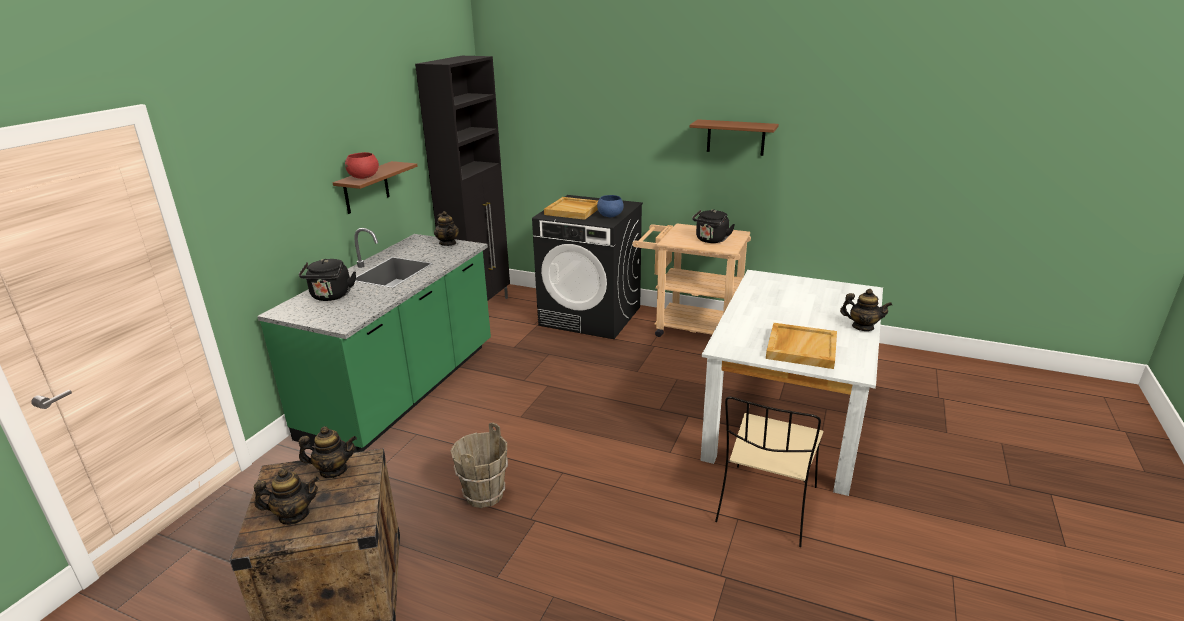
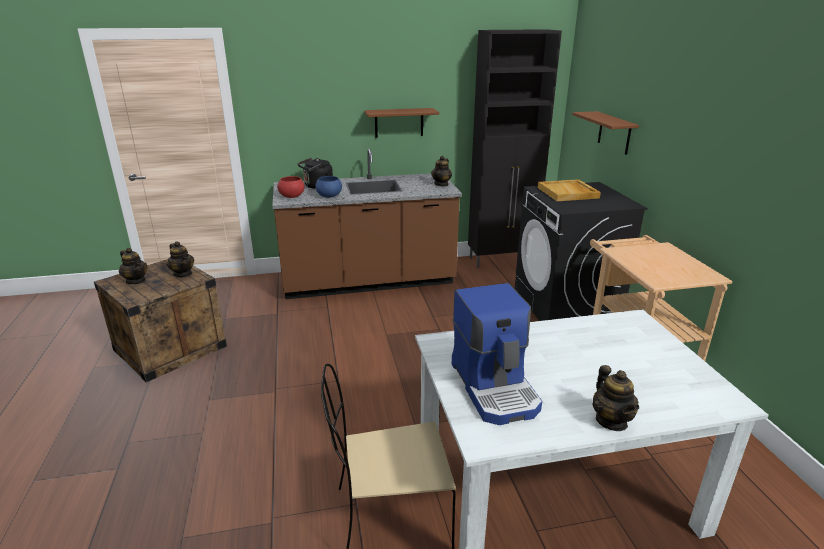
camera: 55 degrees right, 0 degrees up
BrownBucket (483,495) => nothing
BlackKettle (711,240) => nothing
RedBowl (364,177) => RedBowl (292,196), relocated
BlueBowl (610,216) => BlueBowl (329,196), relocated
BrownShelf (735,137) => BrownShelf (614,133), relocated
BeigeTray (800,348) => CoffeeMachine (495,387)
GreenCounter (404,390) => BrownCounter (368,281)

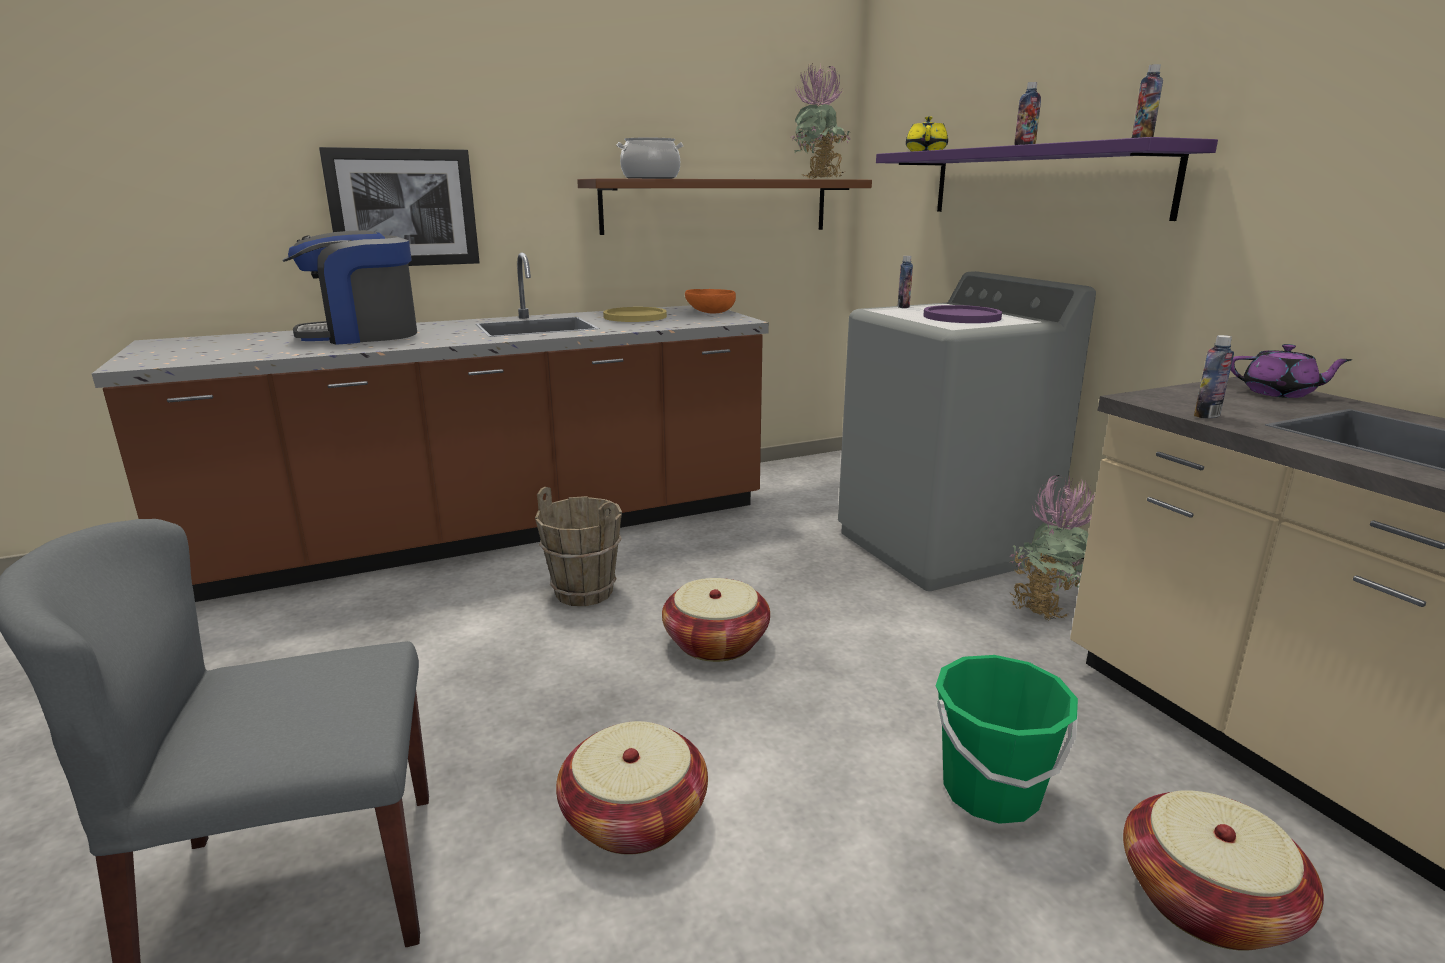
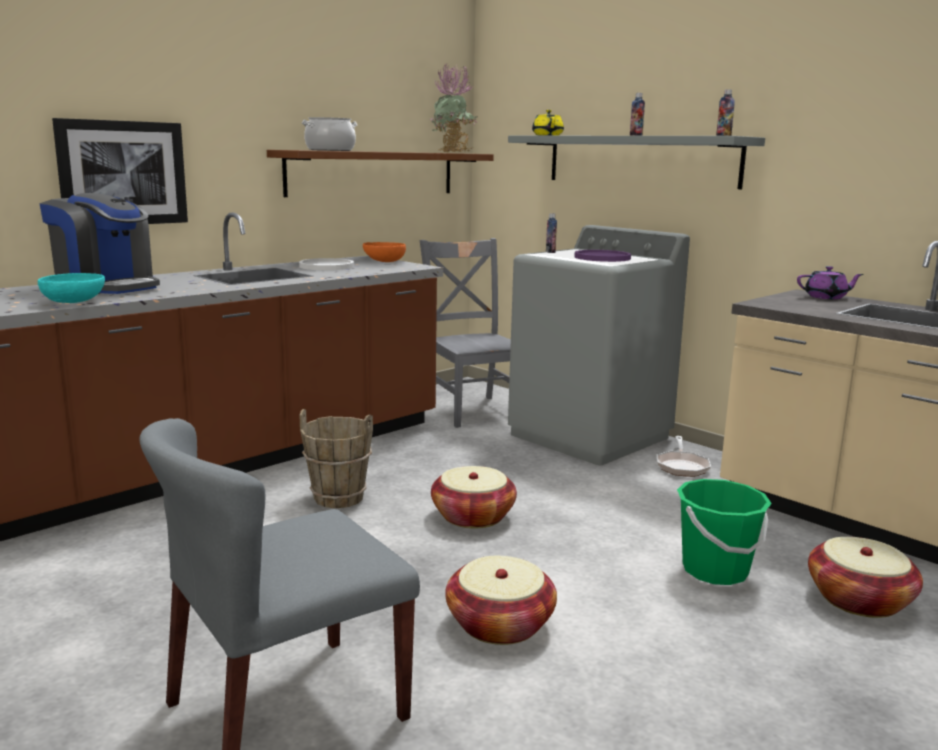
camera: 20 degrees left, 5 degrees down
Bottle (1206,415) => nothing
nothing => TurquoiseBowl (74,303)
nothing => GreyChair (472,410)
PottedPlant (1043,608) => FryingPan (682,466)
YellowPlate (635,317) => WhitePlate (326,266)
PurpleShelf (1042,182) => GreyShelf (640,160)
CoffeeMachine (361,335) => CoffeeMachine (106,288), 105 degrees counterclockwise

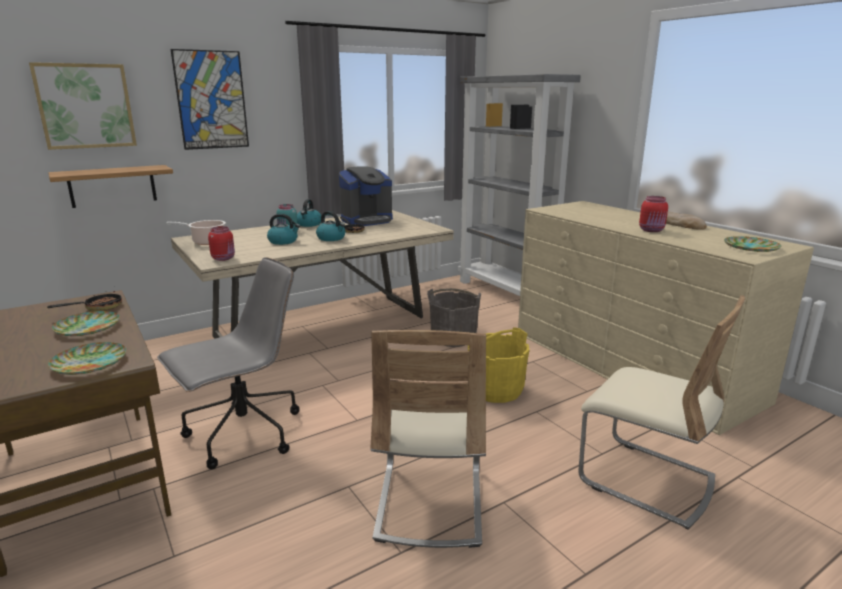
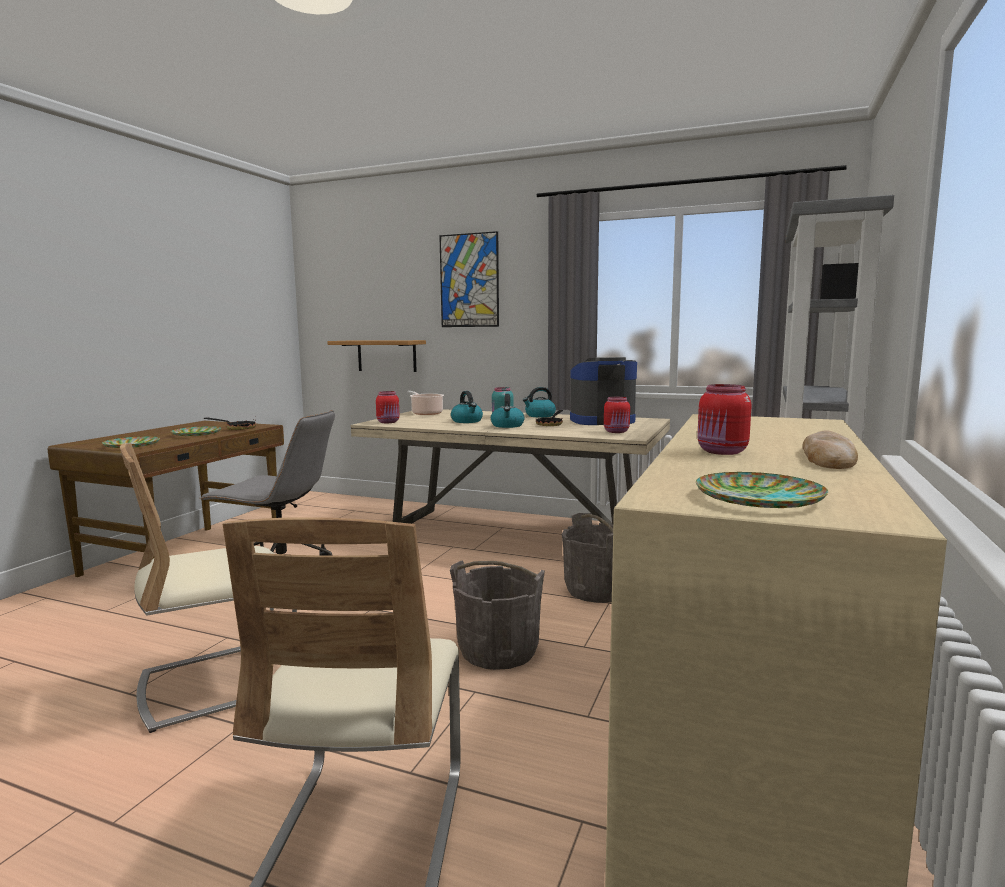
camera: 55 degrees right, 10 degrees down
Picture (85,106) => nothing
nothing => RedJar (617,432)
YellowBucket (495,390) => GreyBucket (498,650)
CoffeeMachine (367,220) => CoffeeMachine (601,421), 150 degrees clockwise

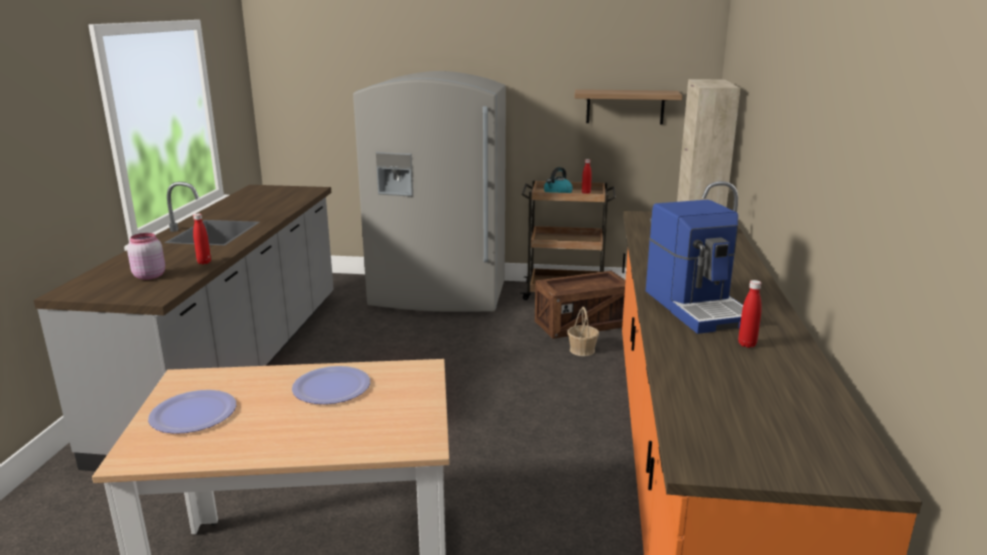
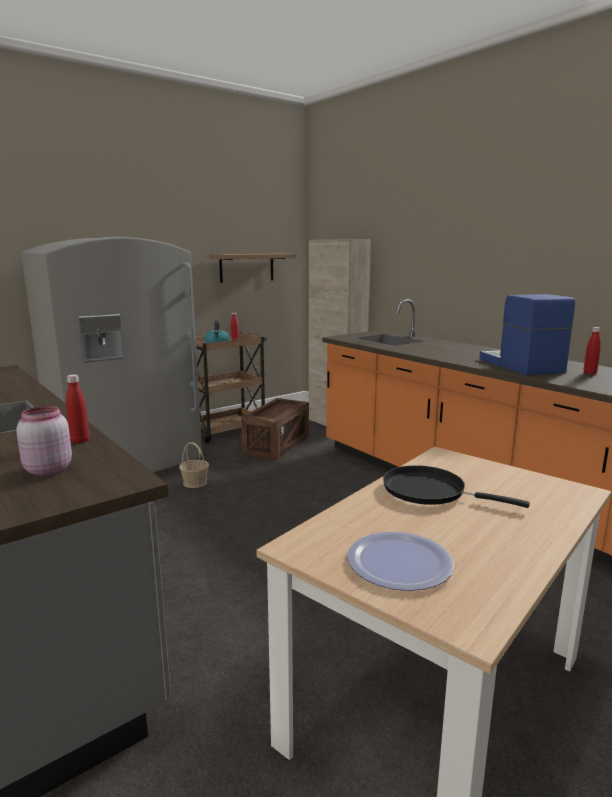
camera: 45 degrees left, 5 degrees down
Basket (582,350) => Basket (195,482), relocated
Plate (332,387) => BlackFryingPan (430,491)
CoffeeMachine (698,307) => CoffeeMachine (520,366), 135 degrees counterclockwise

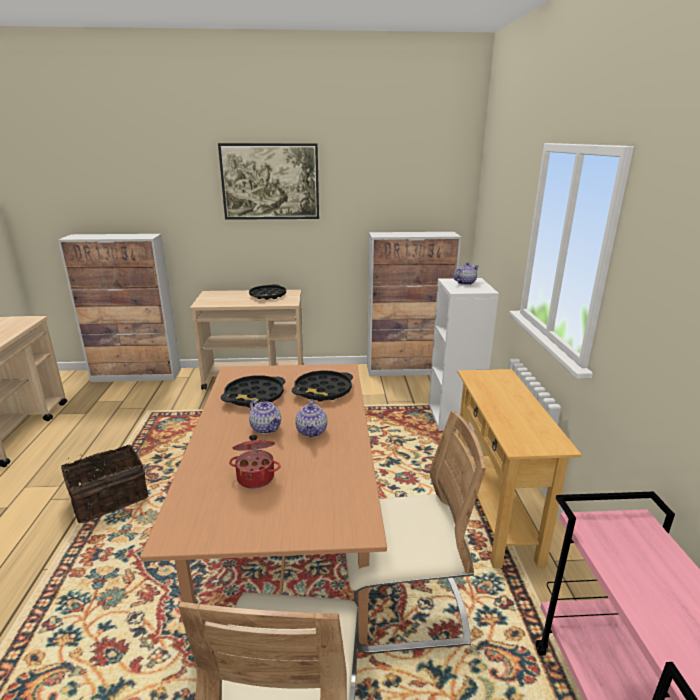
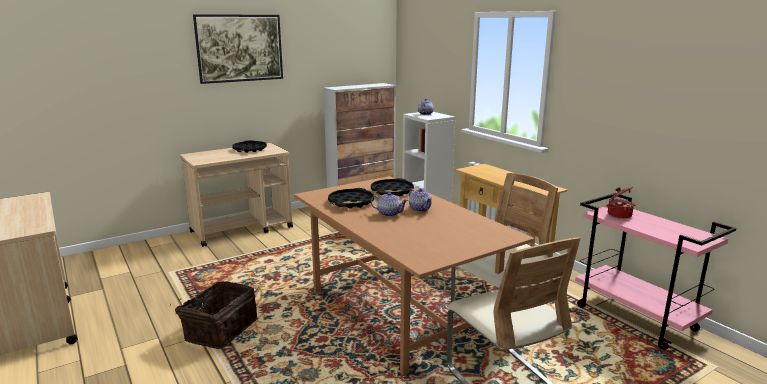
camera: 30 degrees left, 5 degrees down
Cabinet (137,375) => nothing
CookingPot (256,477) => CookingPot (618,214), relocated

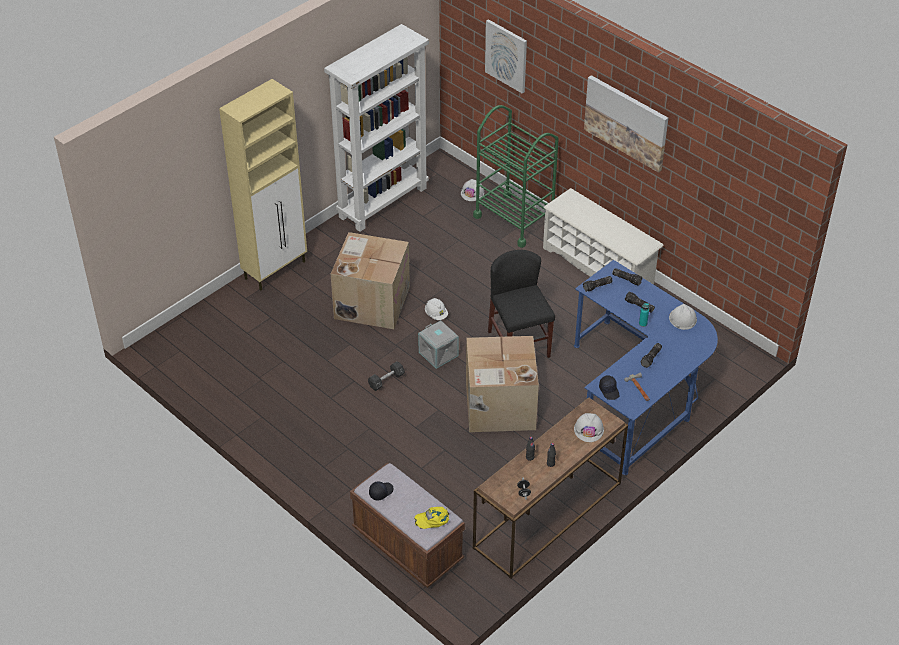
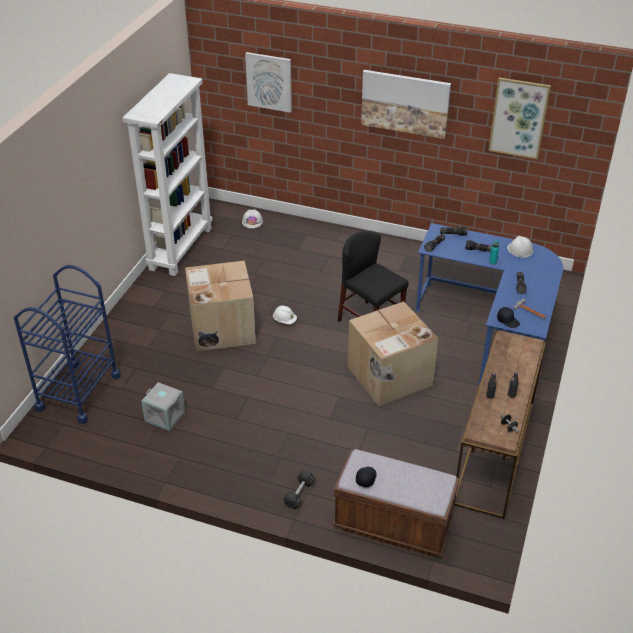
camera: 25 degrees left, 5 degrees down
BeigeCabinet (276,269) => nothing
YellowCap (432,519) => nothing
GreenCart (514,220) => nothing
WhiteShoeRack (599,266) => nothing
WhiteHardHat (589,429) => nothing
nothing => BlueCart (78,392)
nothing => Picture (518,118)
BlackDumbbell (386,380) => BlackDumbbell (299,494), relocated
GreyStorageBox (439,354) => GreyStorageBox (165,416), relocated

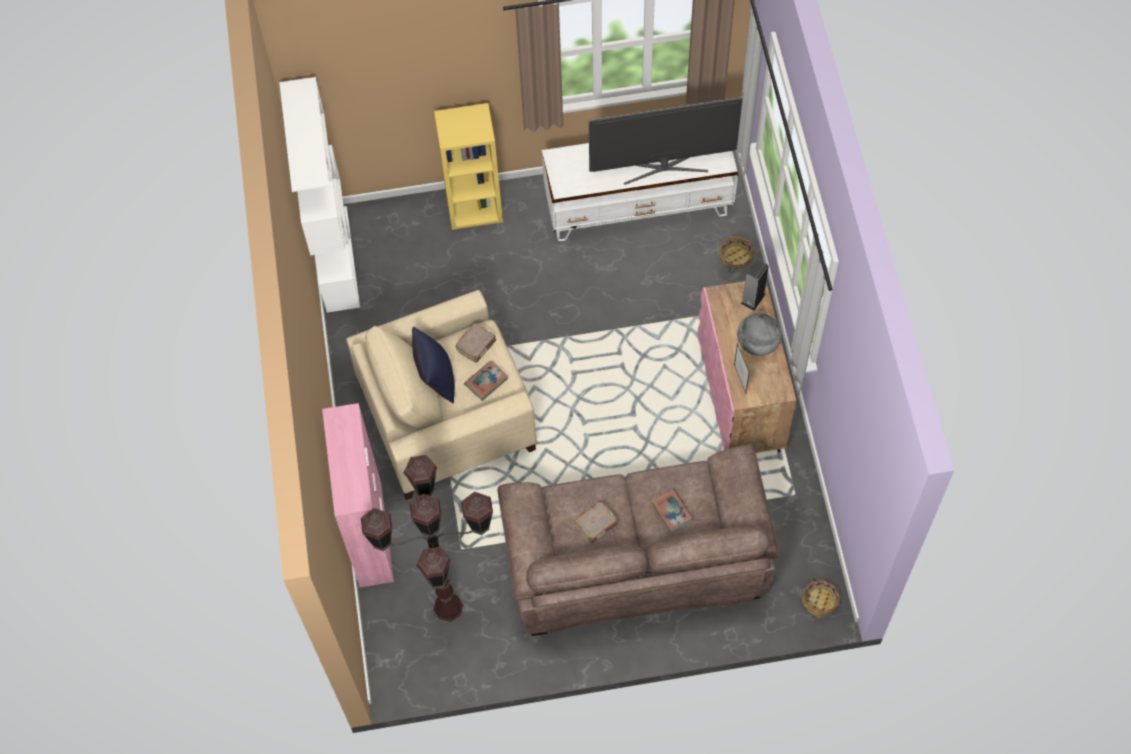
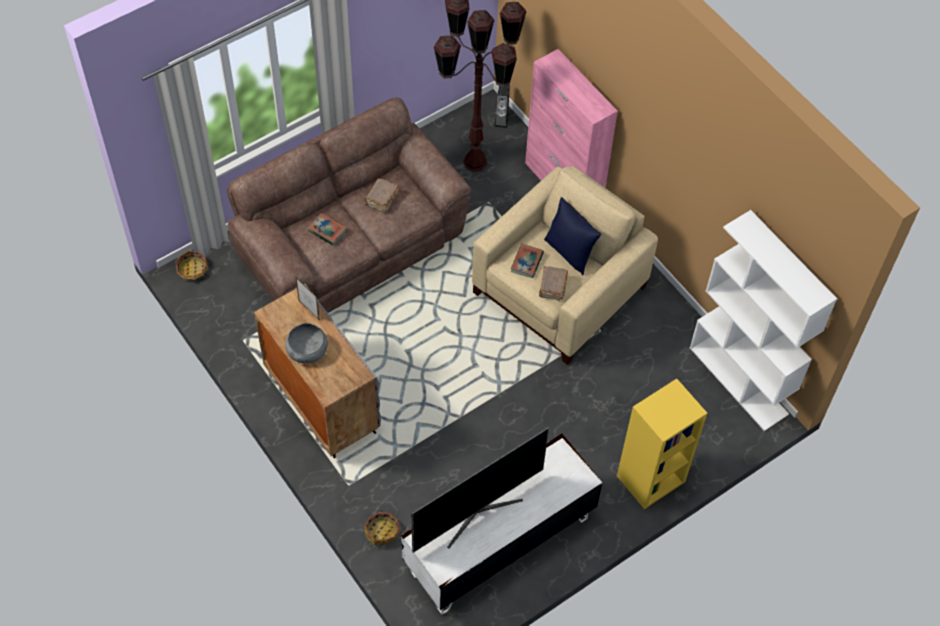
camera: 150 degrees right, 5 degrees down
Speaker (753,298) => Speaker (501,120), relocated
PinkCabinet (741,399) => GreyCabinet (321,400)

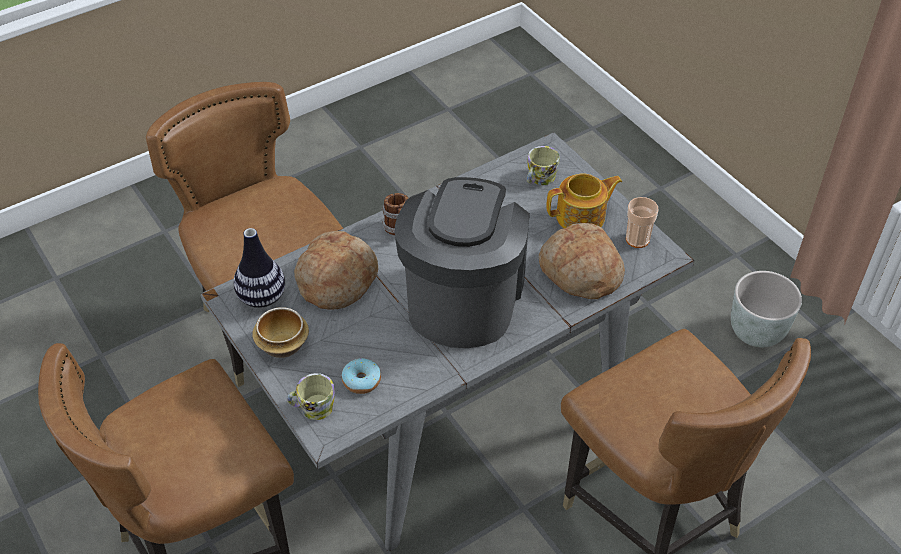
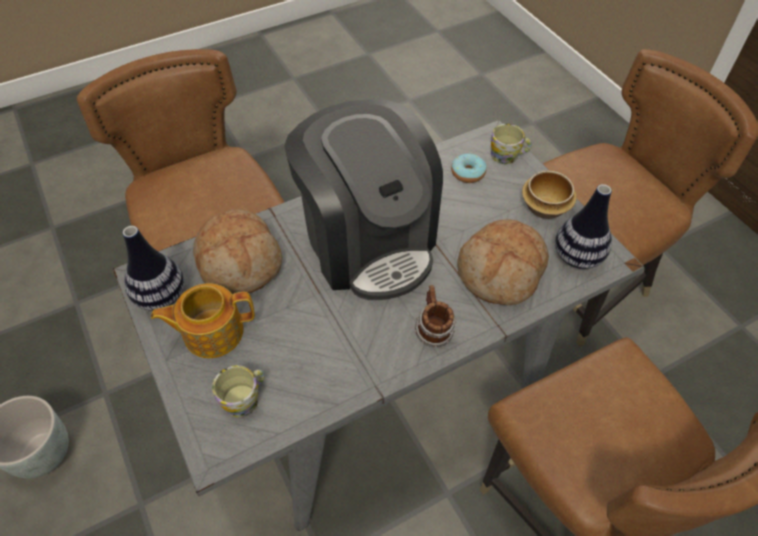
camera: 175 degrees left, 5 degrees up
Cup (637,239) => Vase (161,296)
CoffeeMachine (463,298) => CoffeeMachine (368,241), 45 degrees counterclockwise

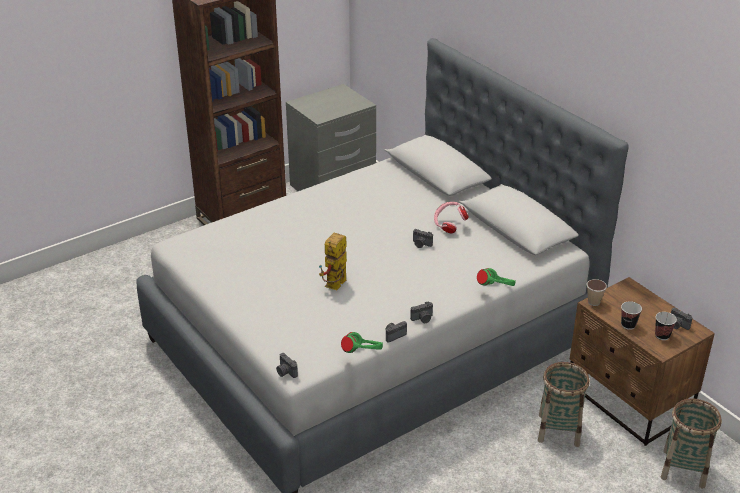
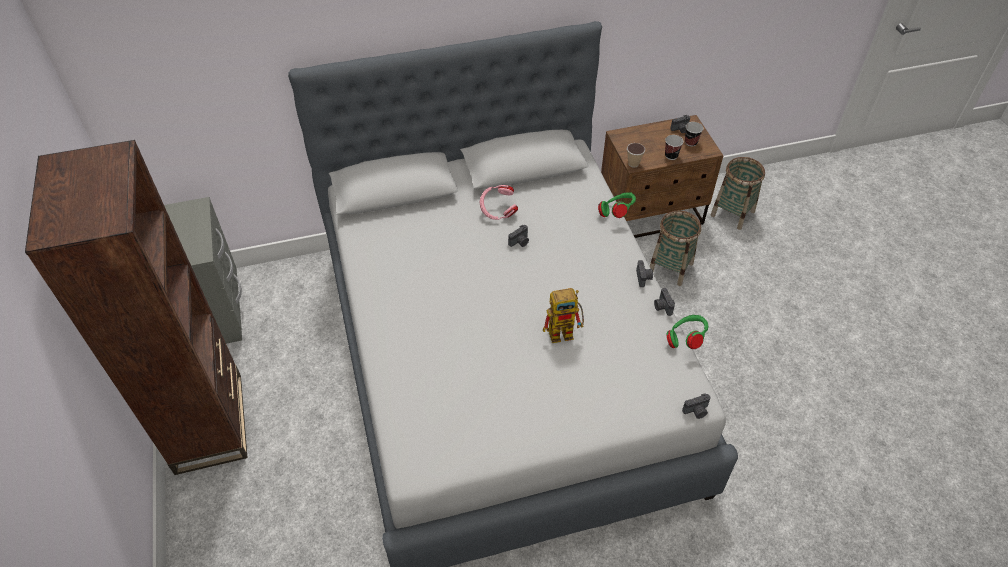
camera: 70 degrees left, 15 degrees up
ToyRobot (335,287) => ToyRobot (565,331), 60 degrees counterclockwise

